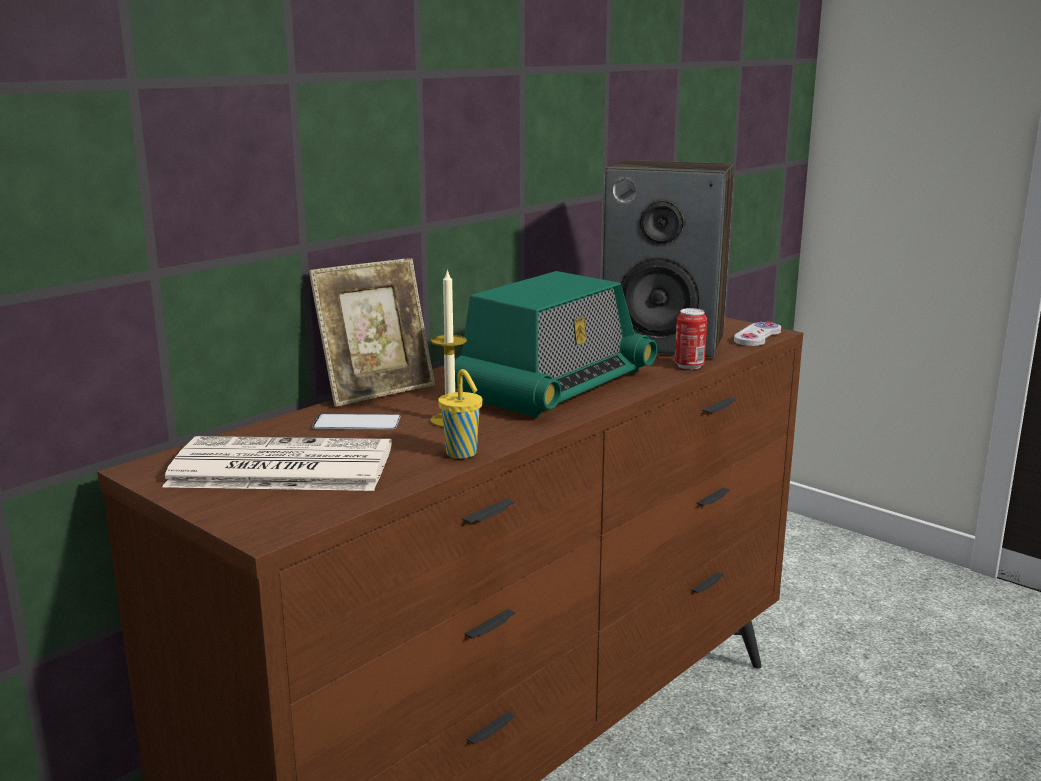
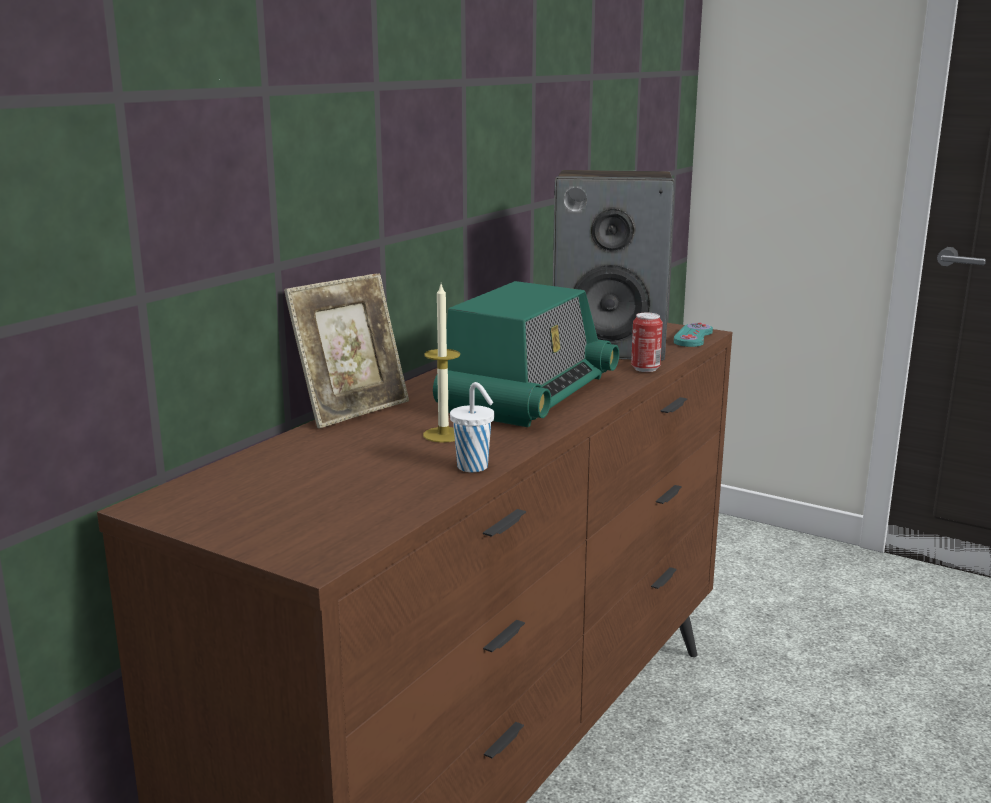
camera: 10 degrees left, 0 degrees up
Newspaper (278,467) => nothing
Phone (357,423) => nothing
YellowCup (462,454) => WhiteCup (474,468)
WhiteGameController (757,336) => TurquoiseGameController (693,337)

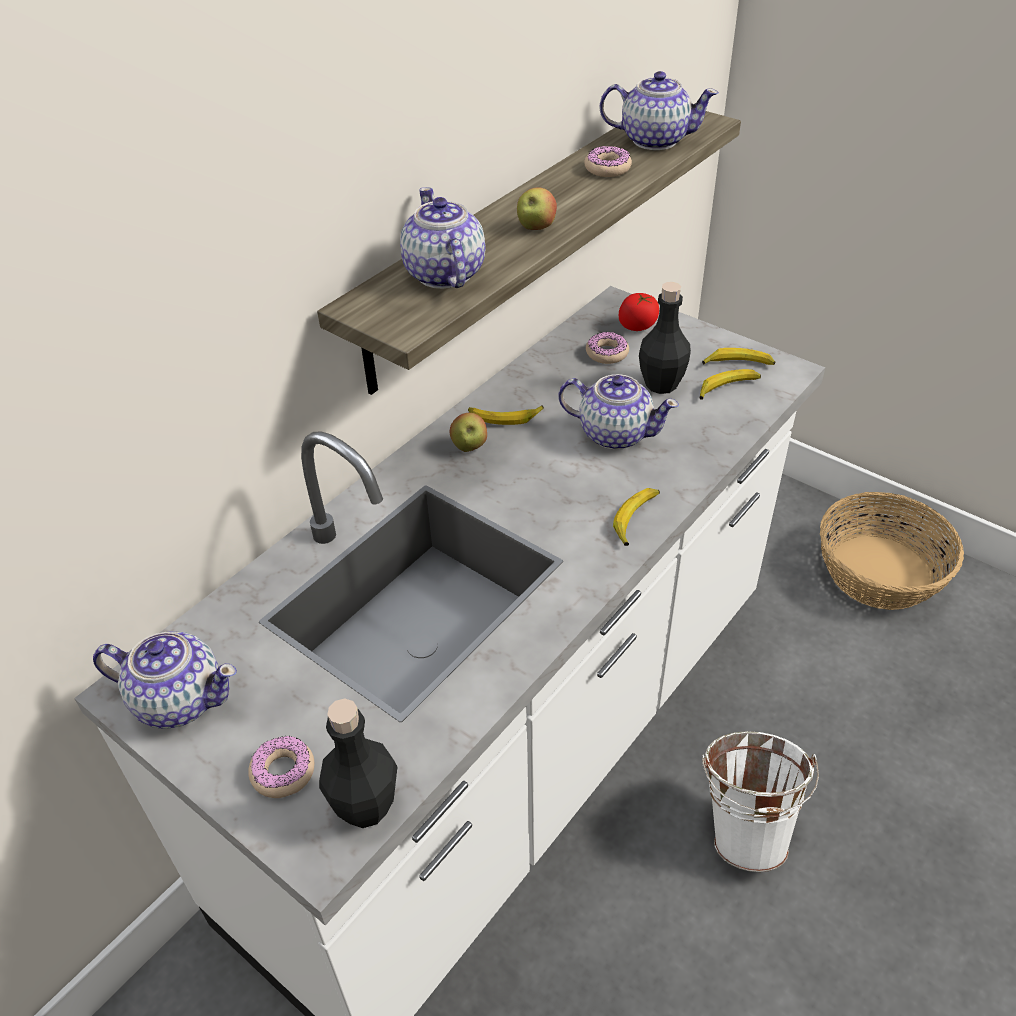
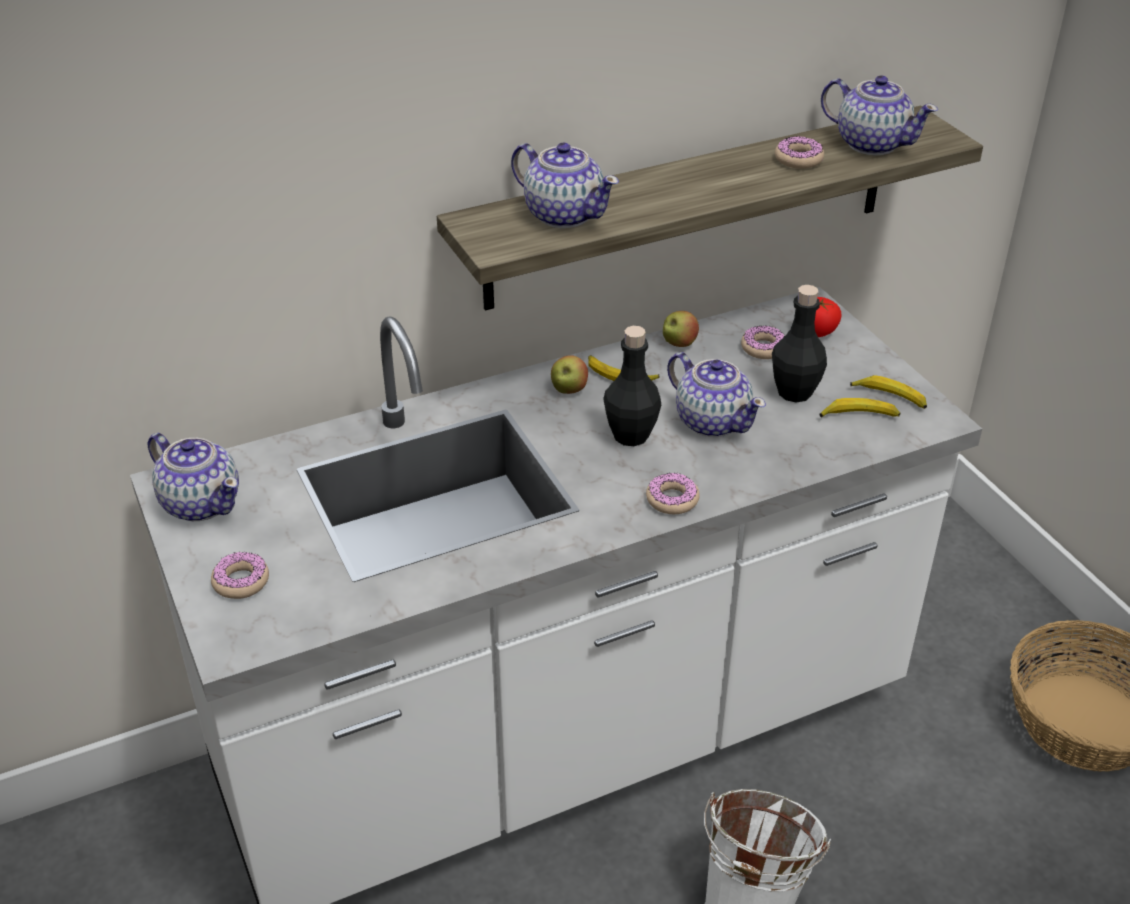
camera: 25 degrees right, 5 degrees down
BlackBottle (365,806) => BlackBottle (631,435), relocated
Apple (536,227) => Apple (679,344), relocated
Banana (636,519) => Donut (672,499)
Teapot (444,275) => Teapot (563,214), 120 degrees clockwise

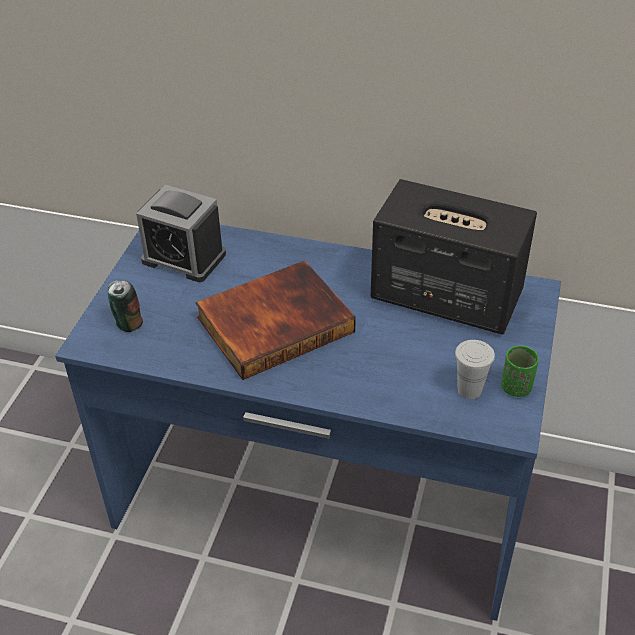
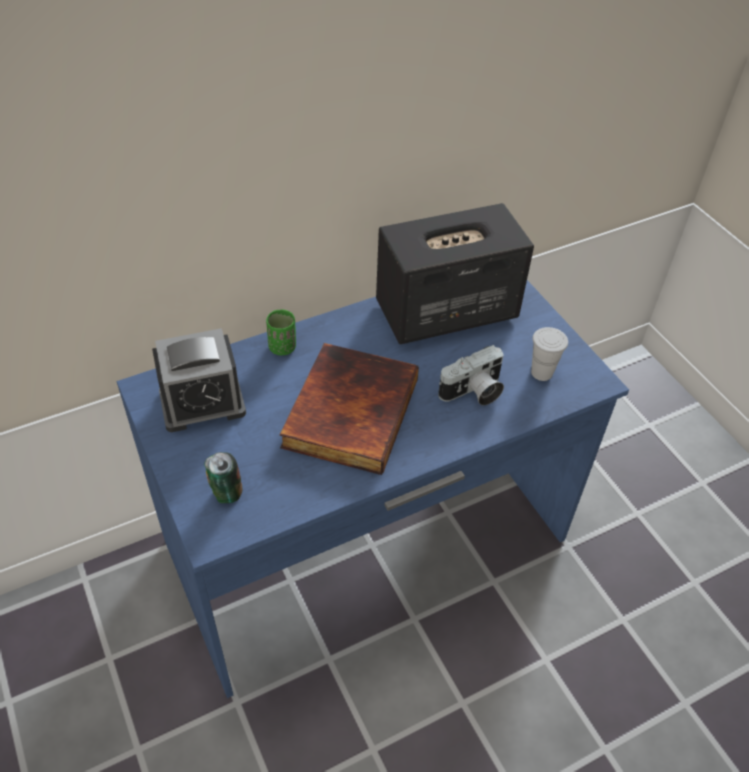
camera: 45 degrees left, 5 degrees up
nothing => PhotoCamera (473,392)
GreenCup (516,388) => GreenCup (282,347), relocated

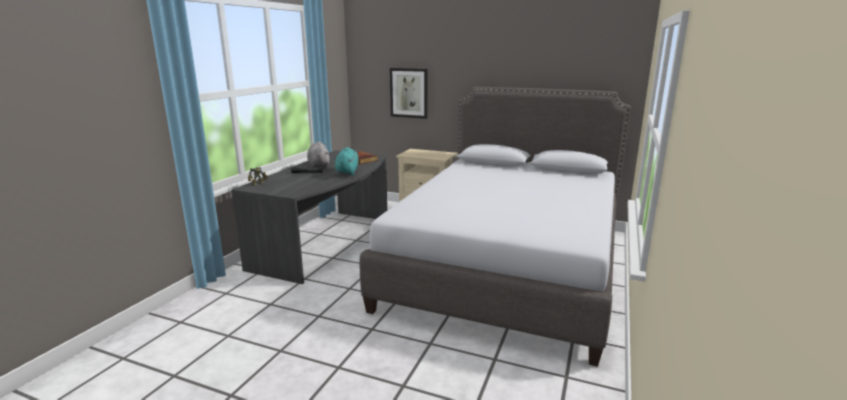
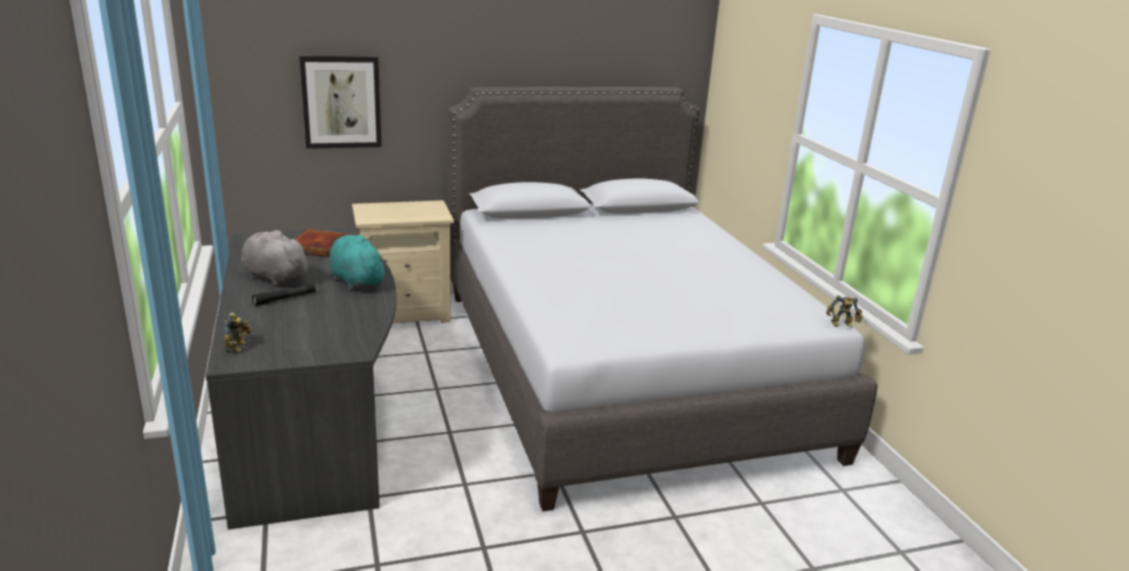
camera: 40 degrees left, 5 degrees up
nothing => ToyRobot (842,325)

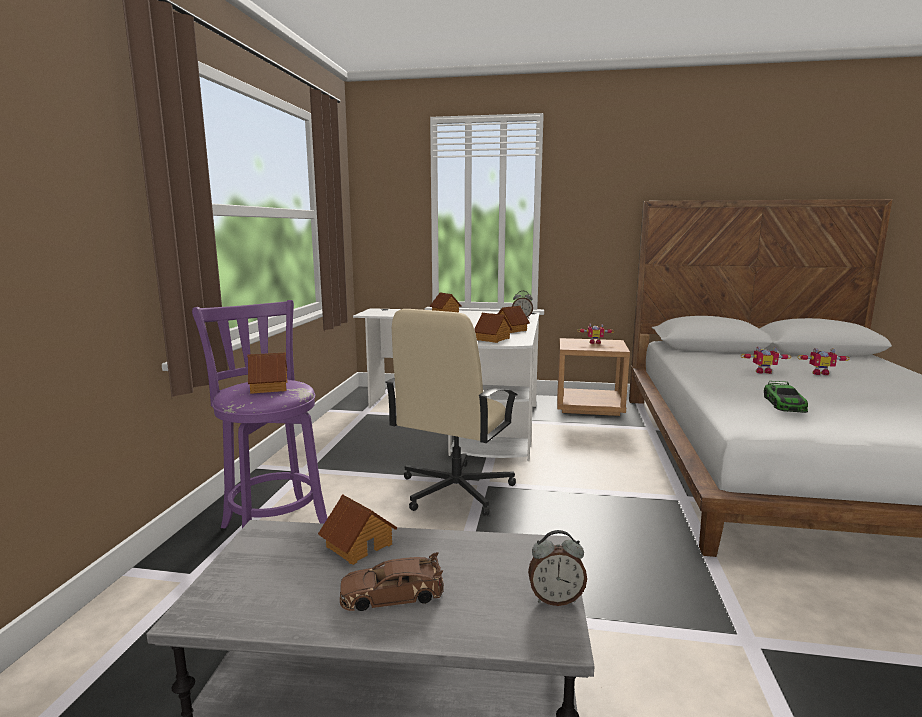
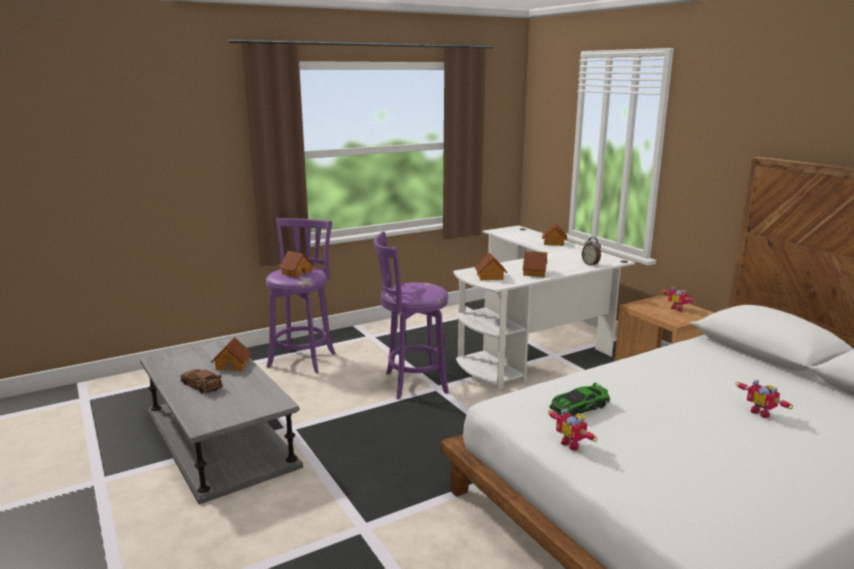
camera: 50 degrees right, 5 degrees up
AlarmClock (555,599) => nothing
ToyRobot (762,371) => ToyRobot (572,444), relocated
BeigeOfficeChair (454,490) => PurpleStool (412,383)

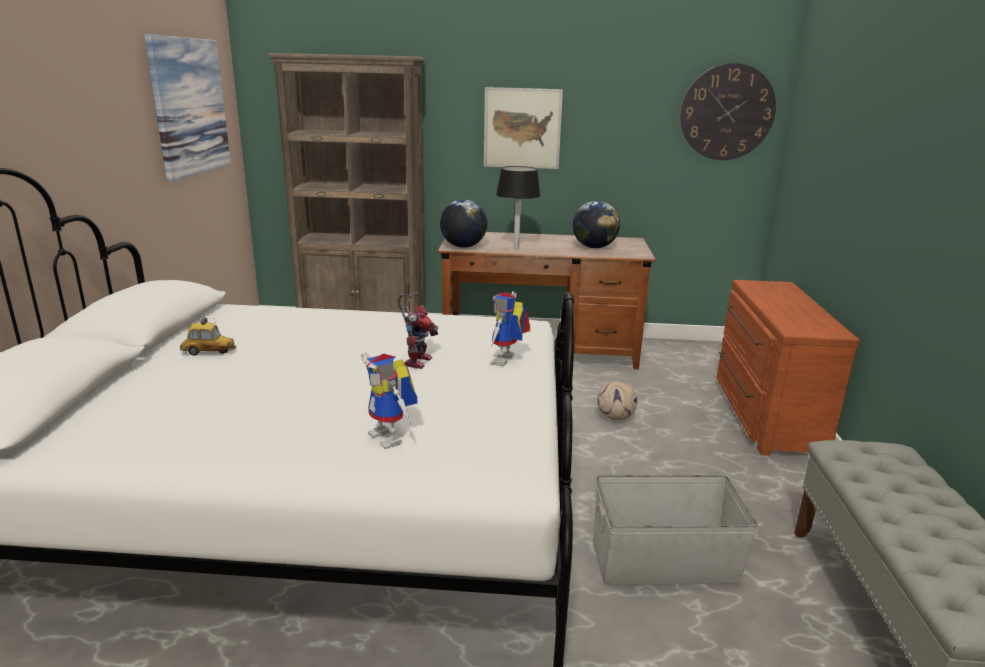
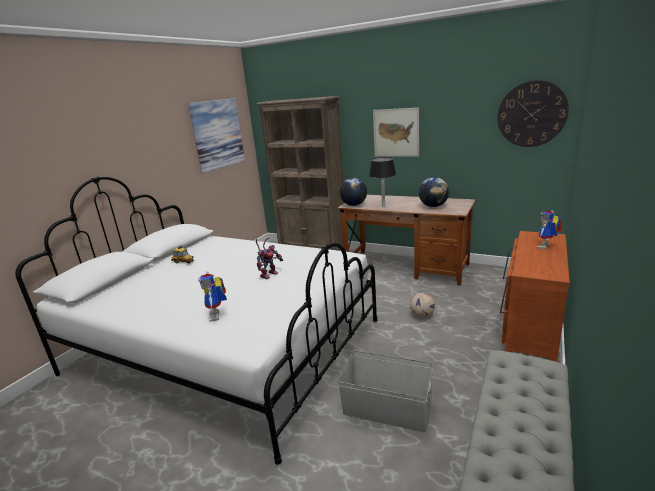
camera: 25 degrees right, 0 degrees up
ToyRobot (506,361) => ToyRobot (546,247), relocated

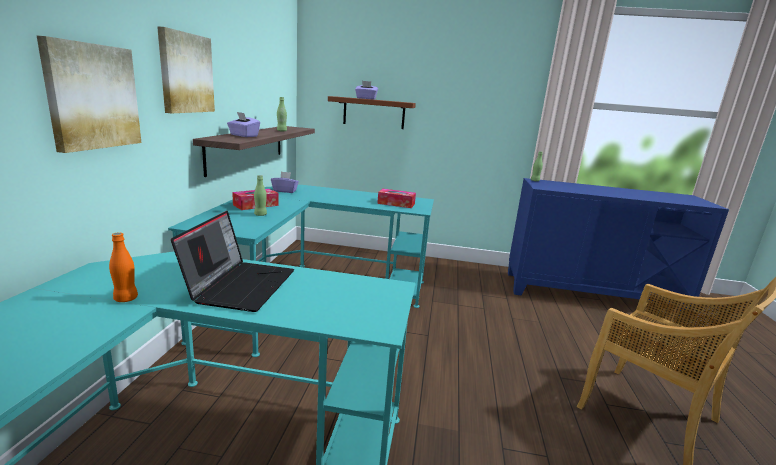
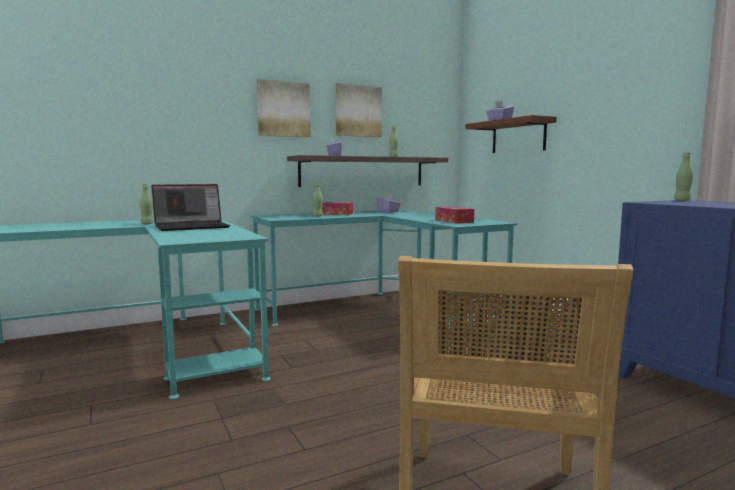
camera: 55 degrees right, 10 degrees down
Picture (92,96) => Picture (358,111), relocated
OrangeBottle (126,299) => GreenBottle (147,224)

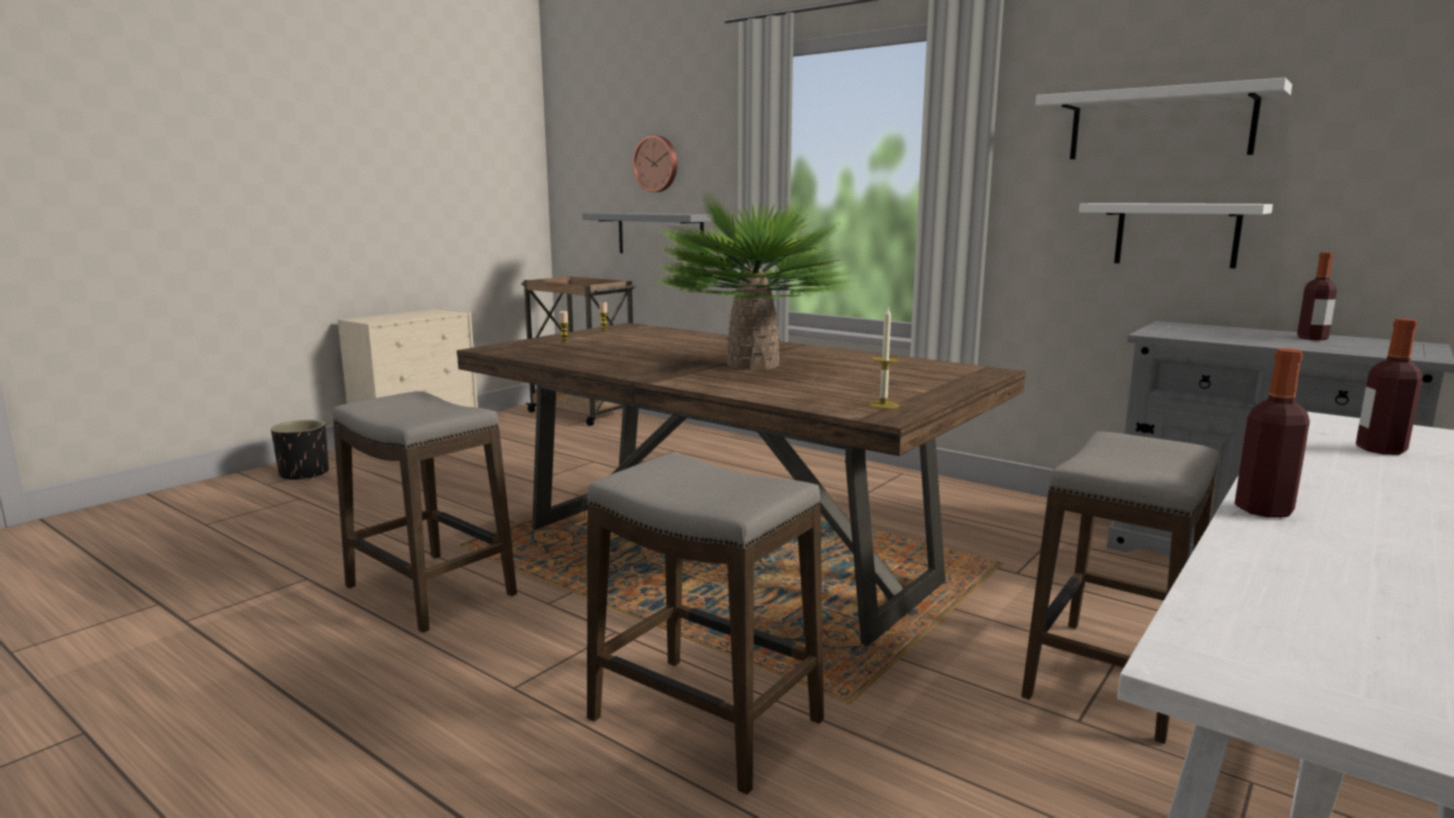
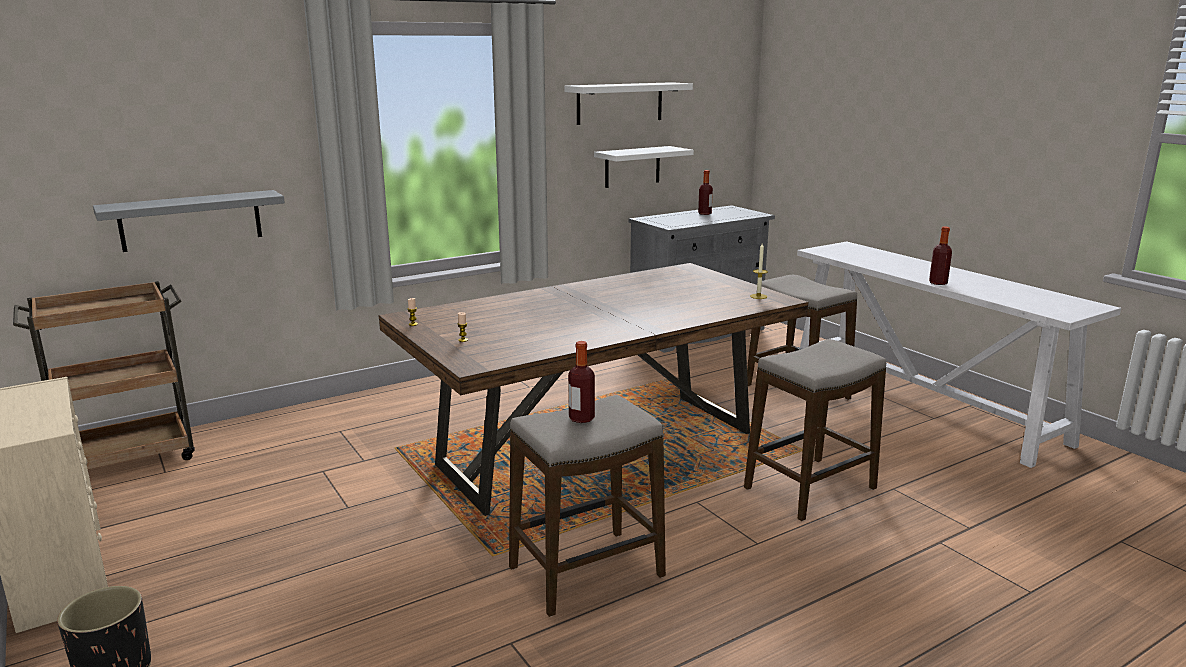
camera: 70 degrees left, 5 degrees up
WallClock (657,164) => nothing
PottedPlant (753,364) => nothing
Bottle (1380,450) => Bottle (581,418), relocated

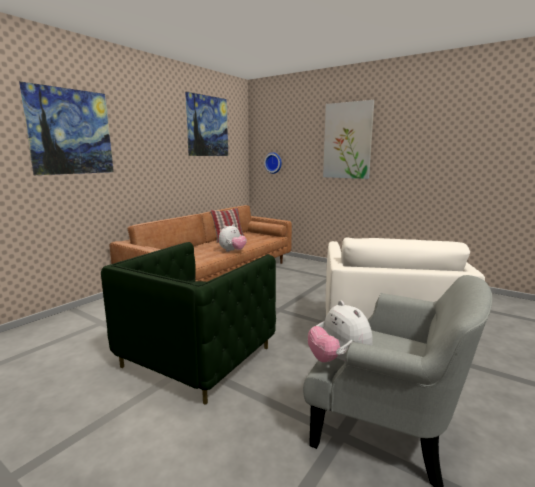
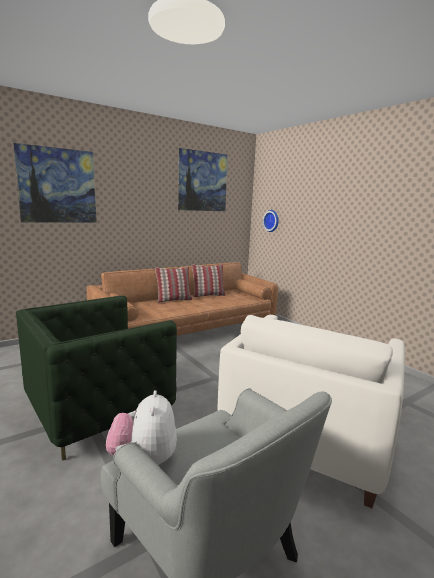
camera: 20 degrees right, 0 degrees up
PlushToy (232,251) => nothing
Picture (347,141) => nothing
nothing => Pillow (173,300)

